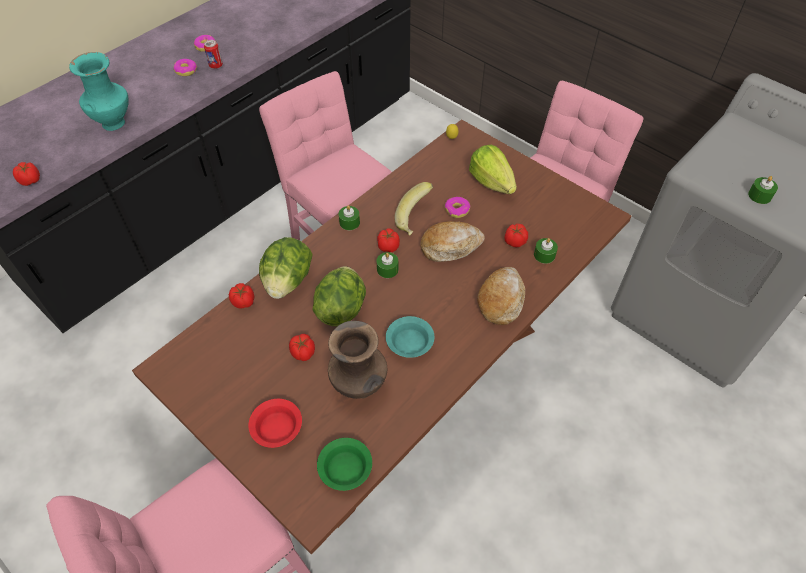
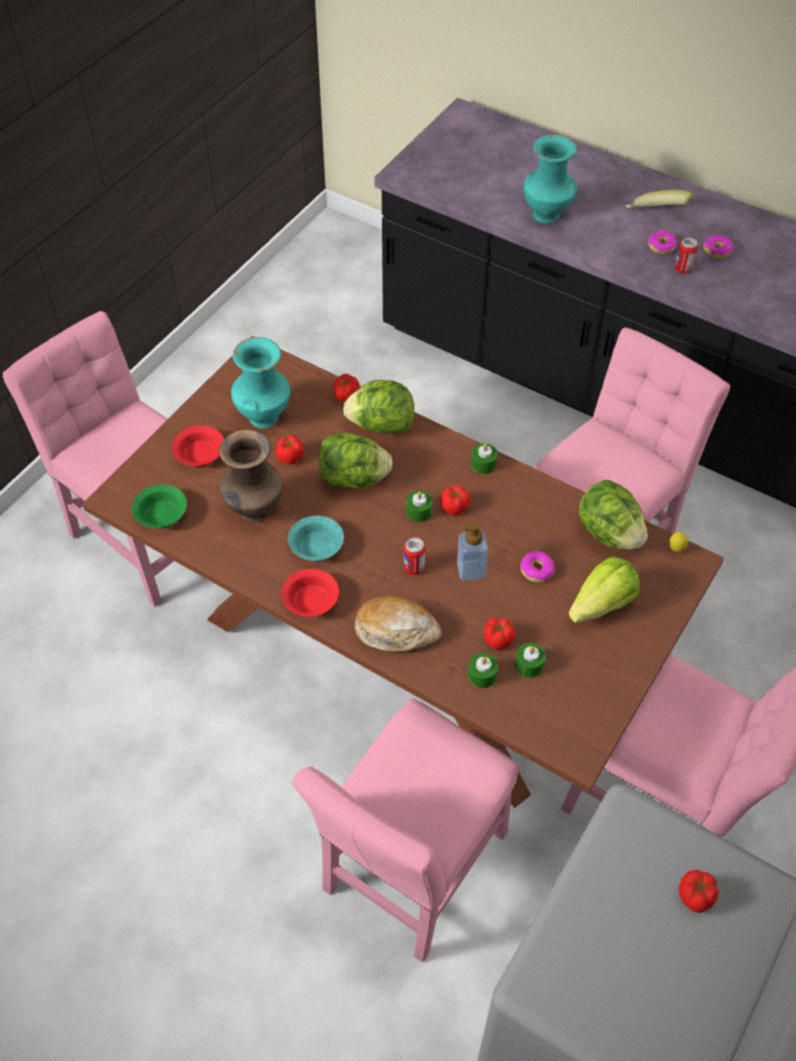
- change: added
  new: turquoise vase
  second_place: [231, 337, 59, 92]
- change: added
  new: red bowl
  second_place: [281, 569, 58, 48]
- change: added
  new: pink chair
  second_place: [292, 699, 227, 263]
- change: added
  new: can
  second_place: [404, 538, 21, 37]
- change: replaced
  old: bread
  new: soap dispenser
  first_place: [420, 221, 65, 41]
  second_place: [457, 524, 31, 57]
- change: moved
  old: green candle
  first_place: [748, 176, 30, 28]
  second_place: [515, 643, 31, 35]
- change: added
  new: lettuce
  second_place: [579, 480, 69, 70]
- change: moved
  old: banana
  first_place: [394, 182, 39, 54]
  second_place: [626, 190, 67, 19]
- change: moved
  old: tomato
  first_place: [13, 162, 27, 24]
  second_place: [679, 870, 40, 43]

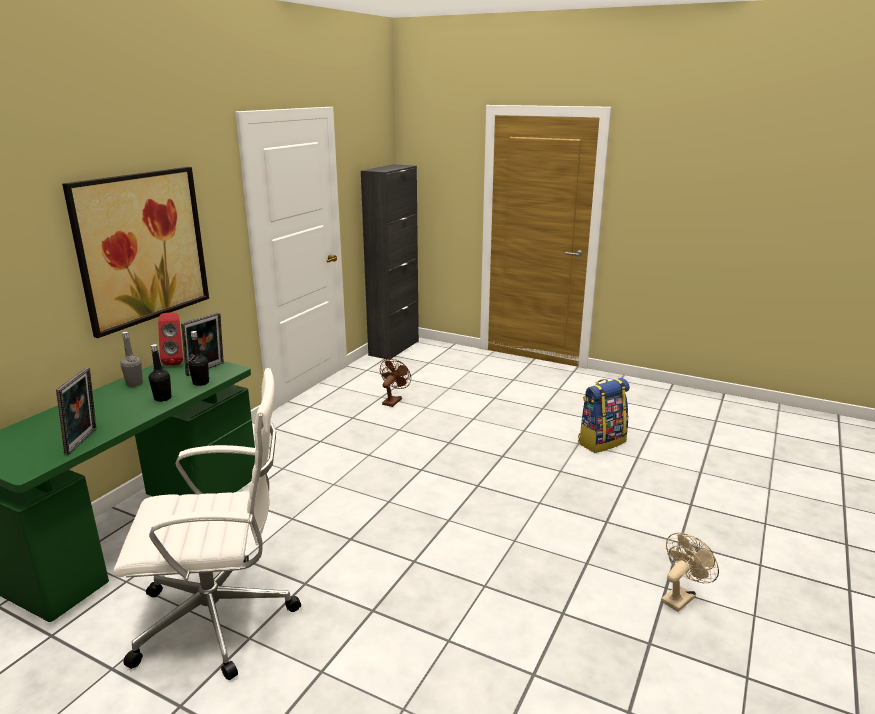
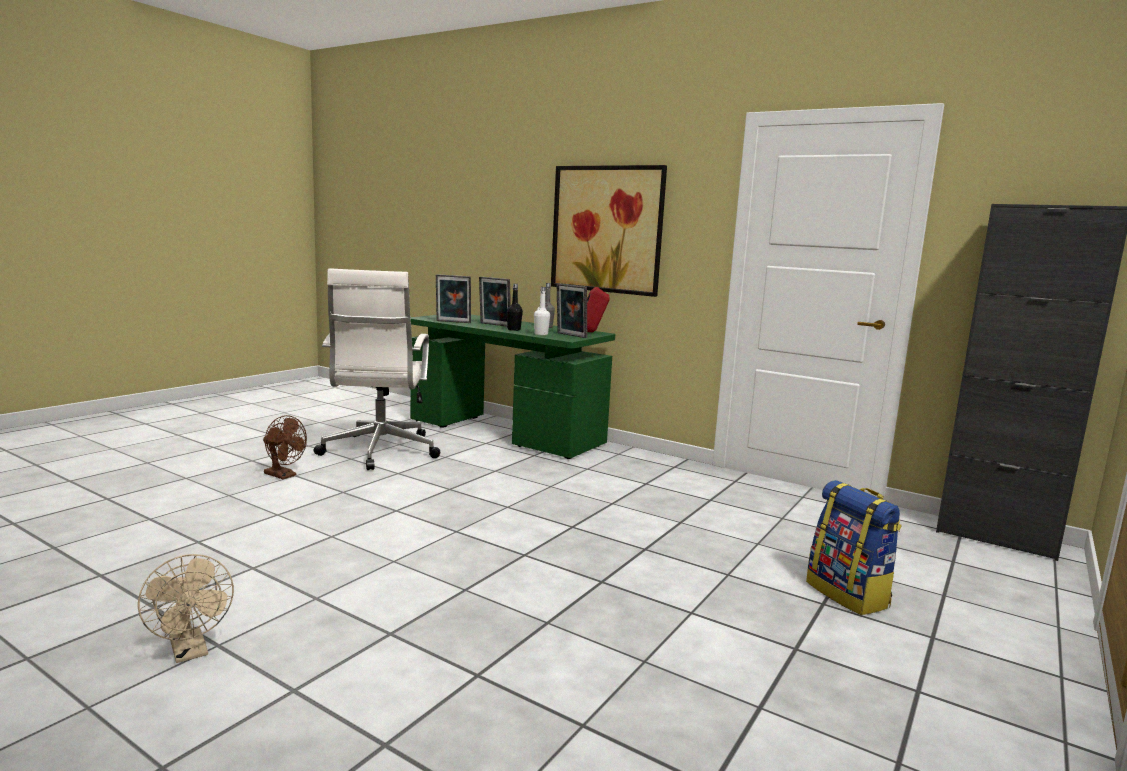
- change: moved
  old: brown fan
  first_place: [380, 359, 31, 48]
  second_place: [263, 415, 44, 64]
- change: added
  new: picture frame
  second_place: [479, 277, 32, 50]
- change: recoloured
  old: black bottle
  new: white bottle
  first_place: [188, 331, 21, 55]
  second_place: [534, 287, 16, 48]
- change: moved
  old: backpack
  first_place: [578, 378, 51, 75]
  second_place: [806, 480, 96, 135]

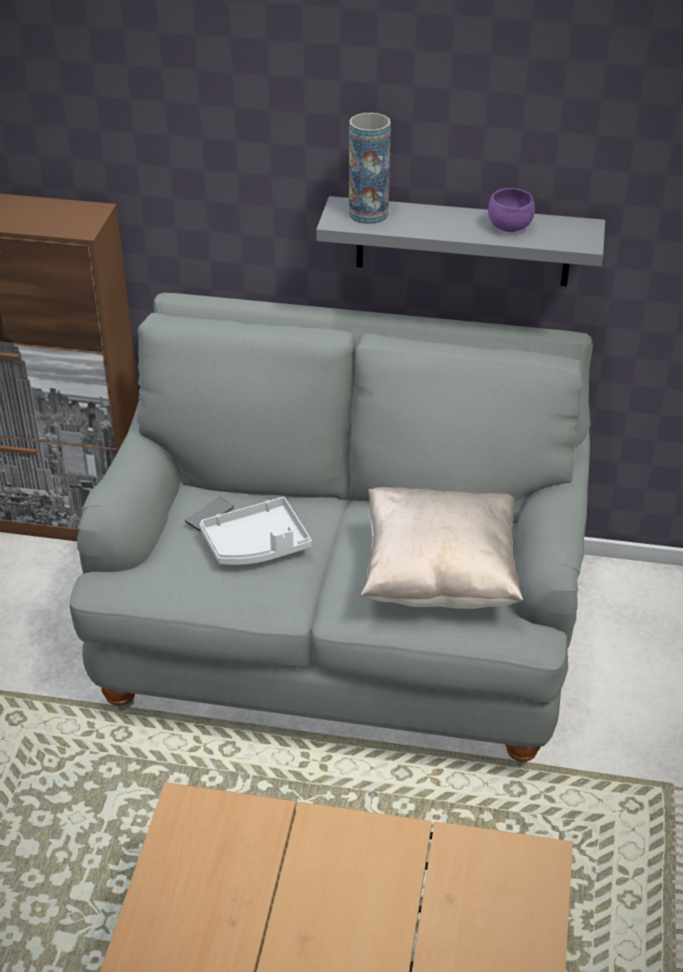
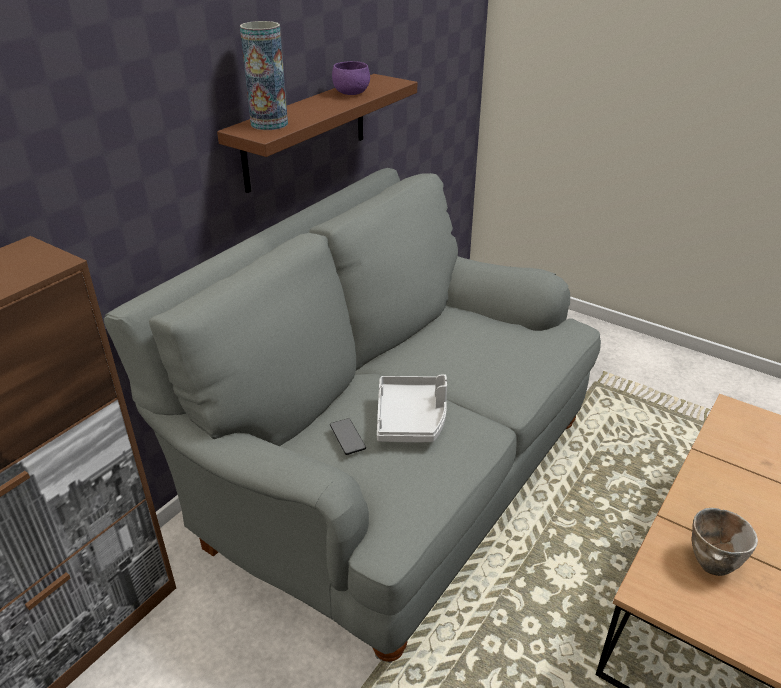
- change: recoloured
  old: grey shelf
  new: brown shelf
  first_place: [316, 196, 289, 90]
  second_place: [217, 74, 200, 119]
- change: added
  new: bowl
  second_place: [692, 508, 66, 68]
- change: removed
  old: beige pillow
  first_place: [360, 487, 163, 122]

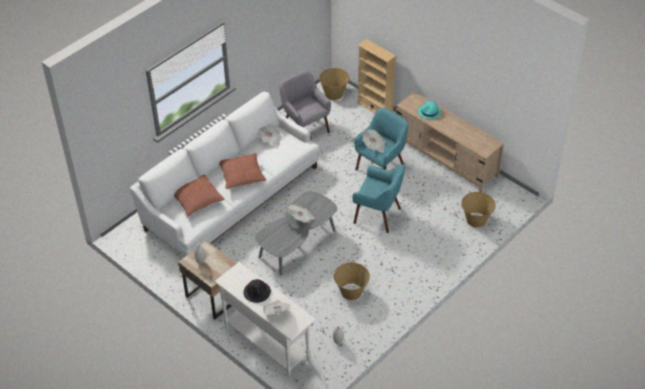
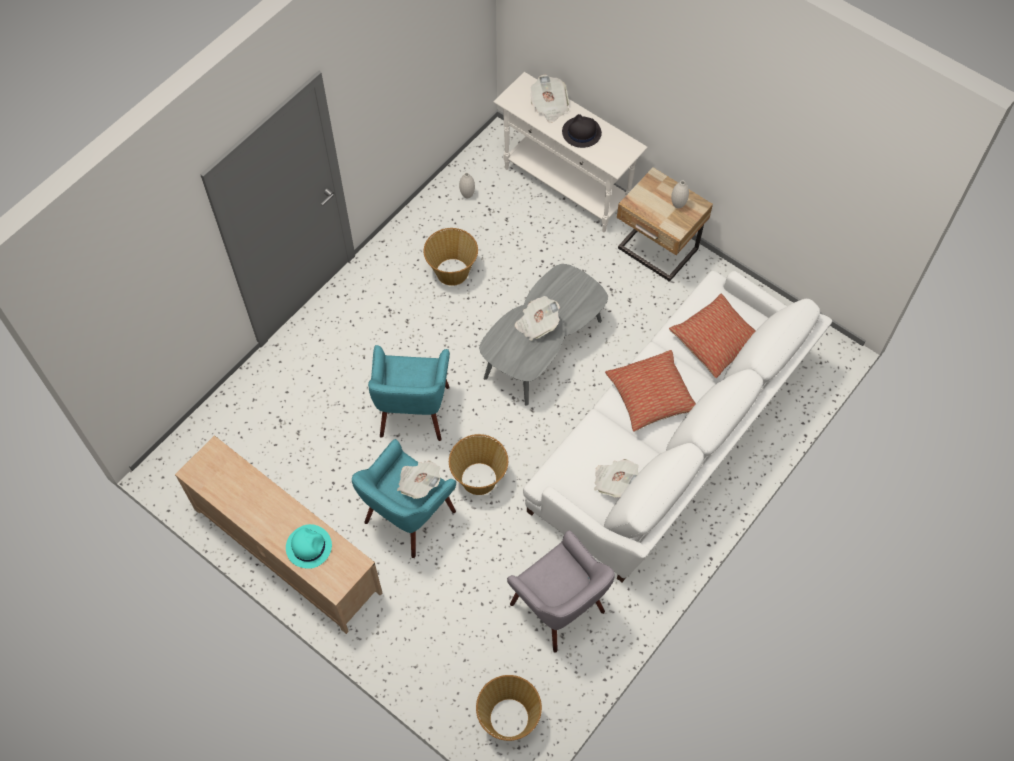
- change: turned
  old: turquoise armchair
  first_place: [352, 164, 53, 69]
  second_place: [368, 345, 82, 96]
  degrees: -105
- change: moved
  old: basket
  first_place: [461, 192, 35, 35]
  second_place: [449, 434, 59, 61]
- change: removed
  old: beige bookcase
  first_place: [357, 39, 39, 74]

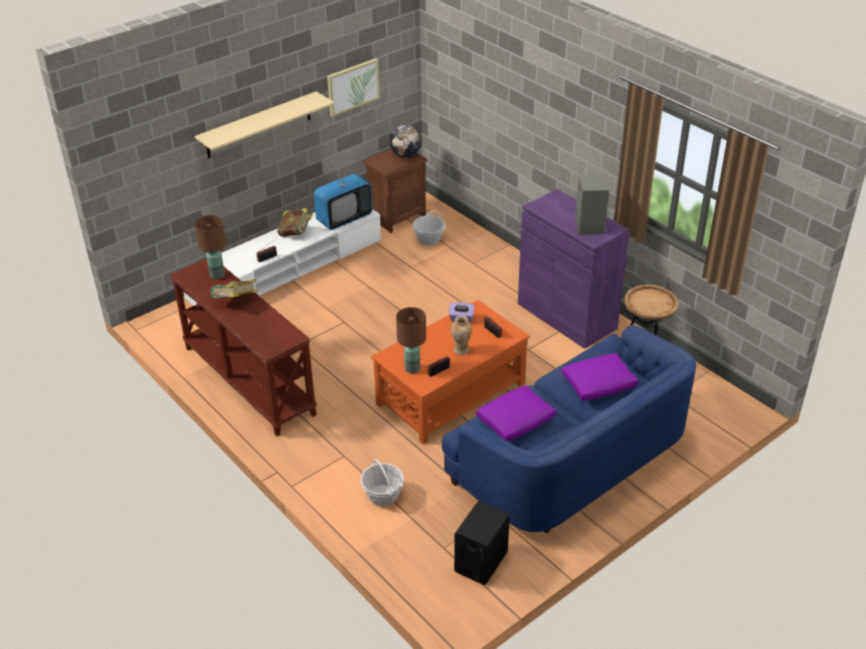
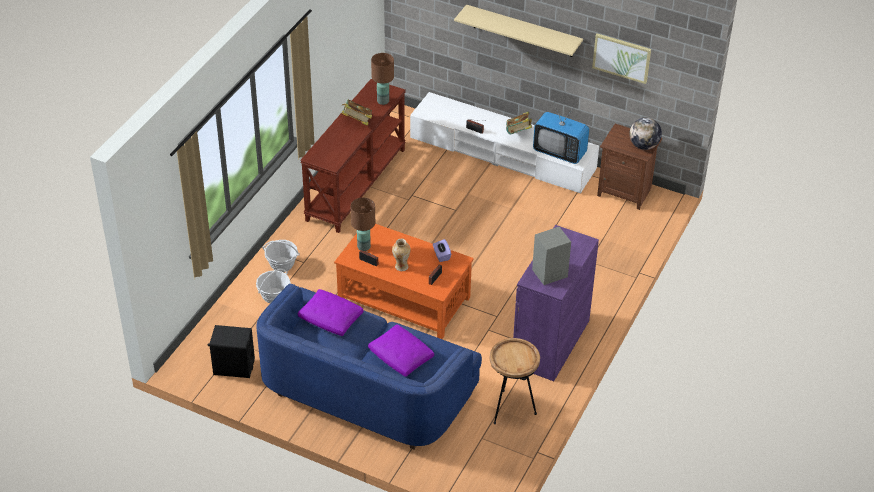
- change: moved
  old: basket
  first_place: [413, 210, 33, 36]
  second_place: [262, 240, 38, 32]

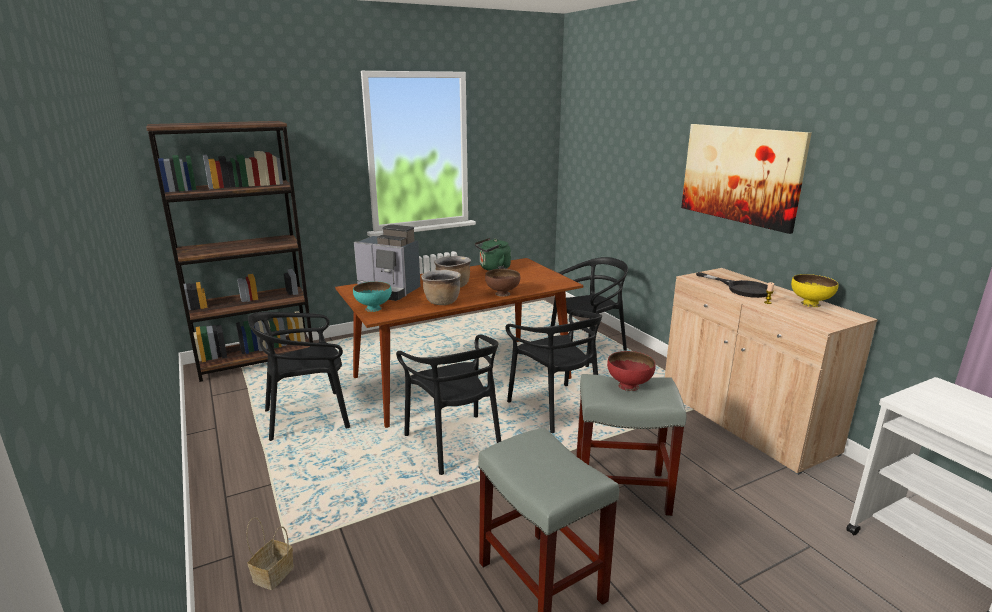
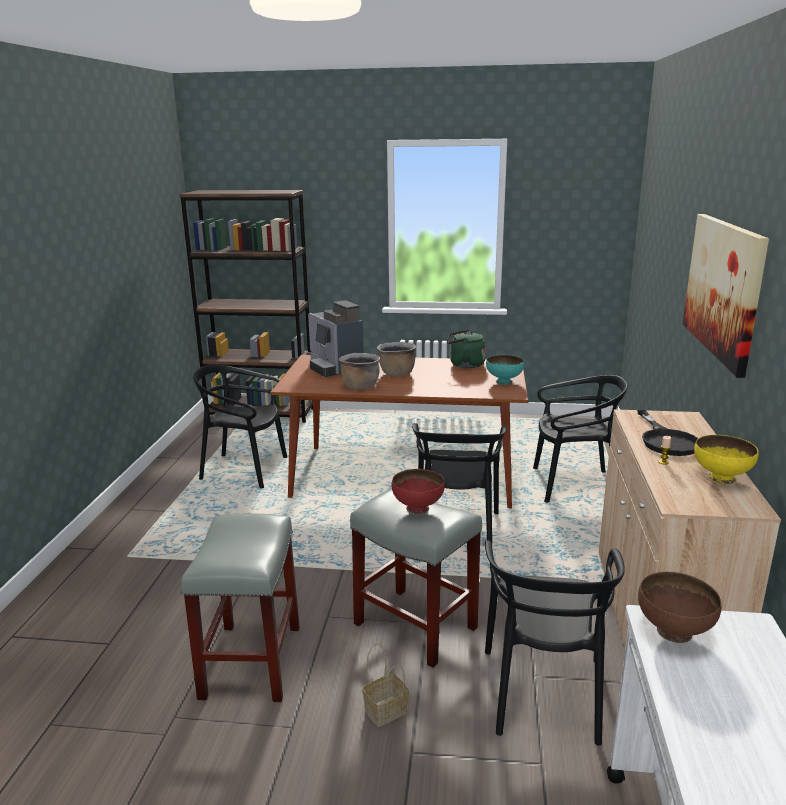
- change: moved
  old: basket
  first_place: [246, 517, 48, 73]
  second_place: [362, 643, 47, 84]
- change: moved
  old: black chair
  first_place: [396, 335, 105, 140]
  second_place: [485, 540, 140, 206]
- change: moved
  old: turquoise bowl
  first_place: [353, 281, 39, 31]
  second_place: [486, 355, 38, 30]
- change: moved
  old: brown bowl
  first_place: [485, 269, 35, 28]
  second_place: [638, 572, 83, 71]

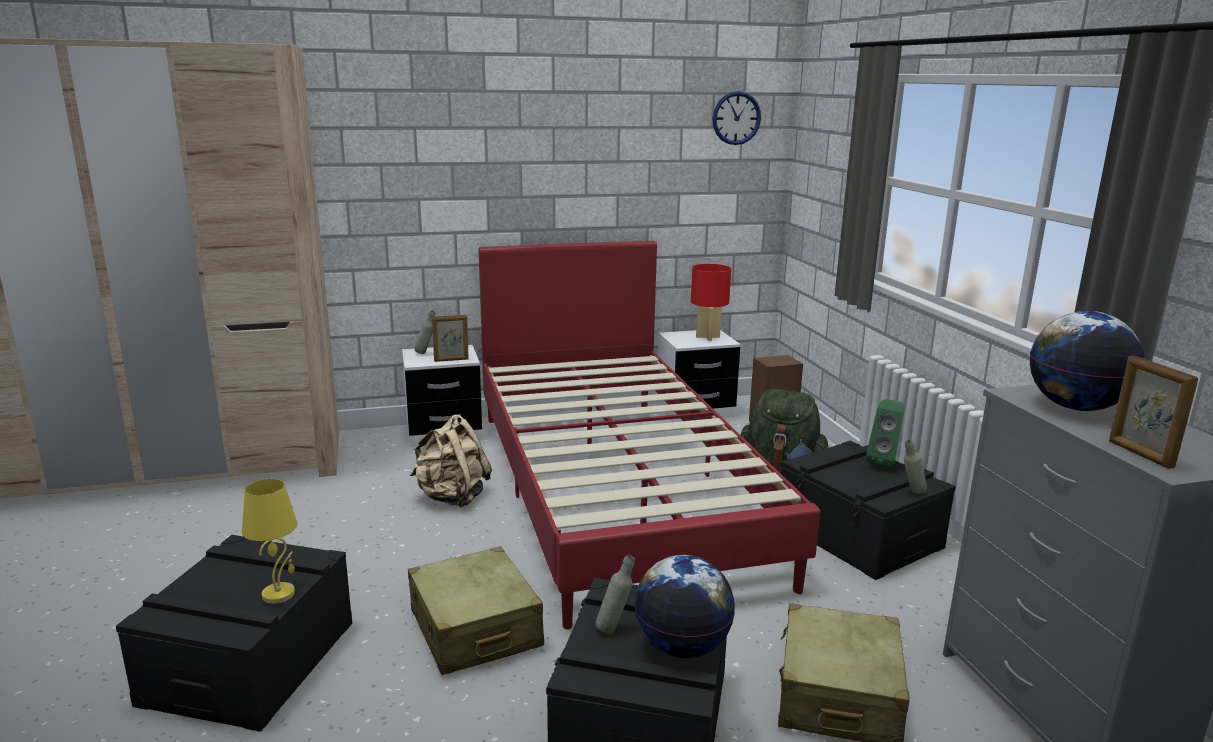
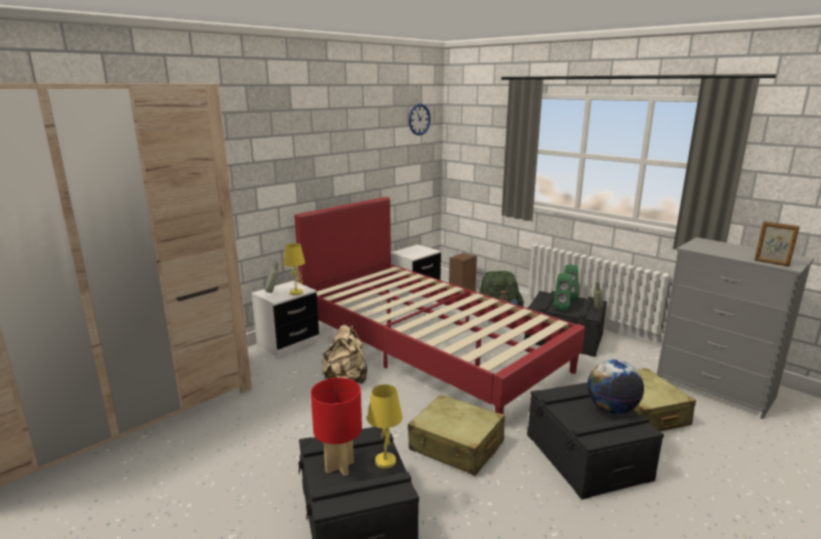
- change: replaced
  old: picture frame
  new: yellow table lamp
  first_place: [432, 315, 37, 47]
  second_place: [284, 243, 21, 52]
- change: moved
  old: red table lamp
  first_place: [691, 264, 40, 77]
  second_place: [311, 378, 51, 98]
- change: added
  new: green speaker
  second_place: [553, 273, 19, 38]
- change: removed
  old: grey bottle
  first_place: [596, 555, 39, 79]
- change: removed
  old: globe
  first_place: [1030, 311, 114, 100]

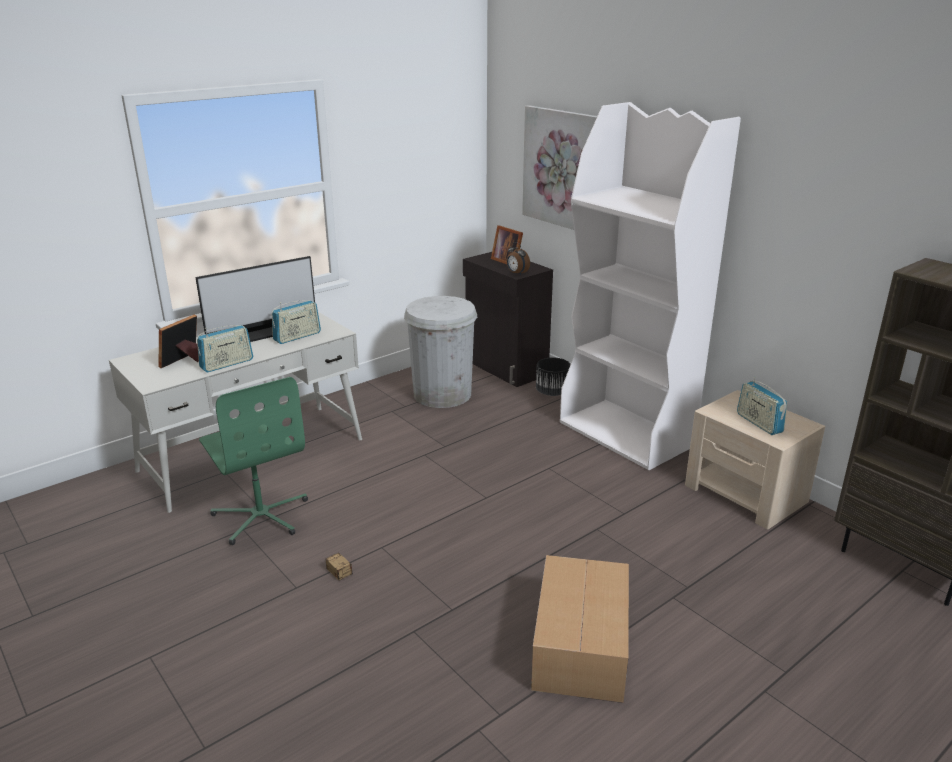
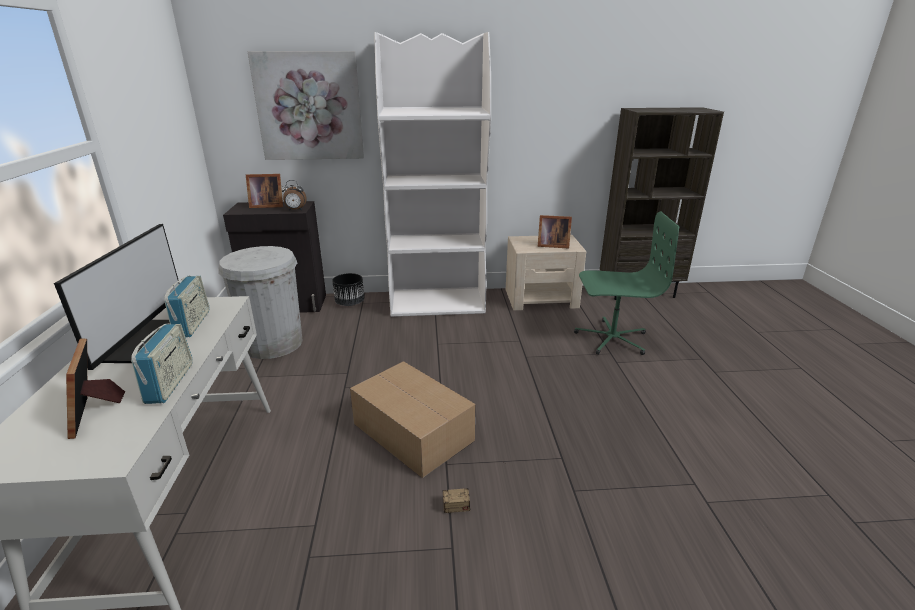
- change: moved
  old: cardboard box
  first_place: [531, 555, 98, 148]
  second_place: [350, 361, 126, 117]
- change: replaced
  old: radio
  new: picture frame
  first_place: [737, 377, 50, 58]
  second_place: [538, 215, 34, 33]
- change: moved
  old: green office chair
  first_place: [199, 377, 109, 168]
  second_place: [574, 212, 105, 143]

